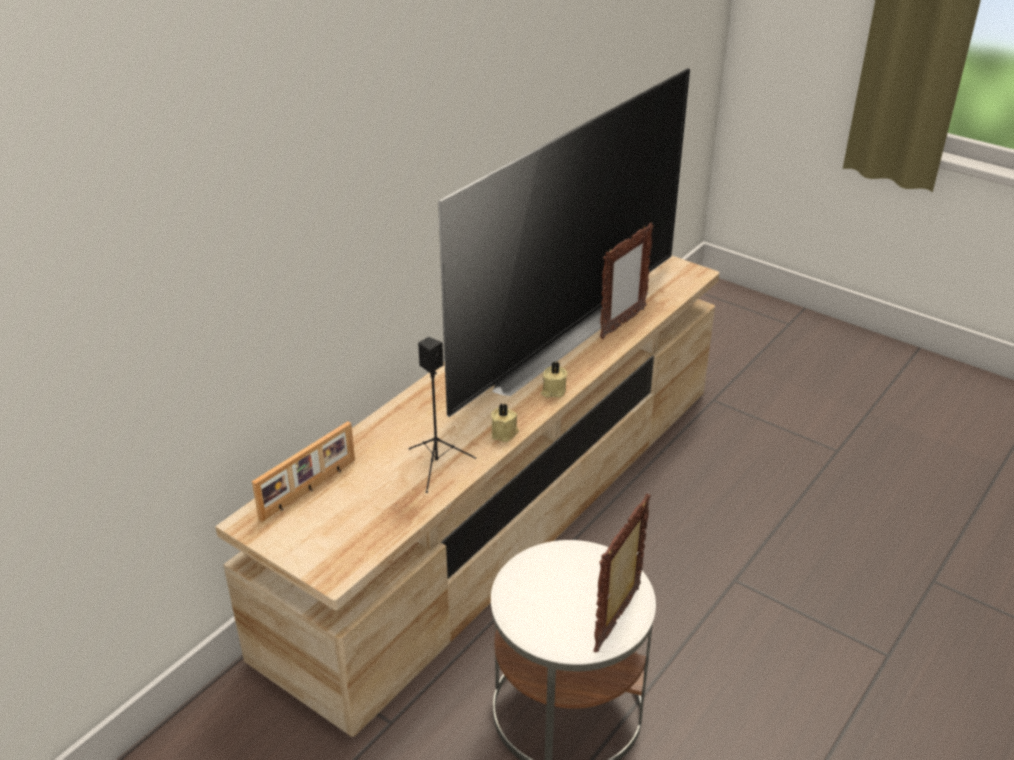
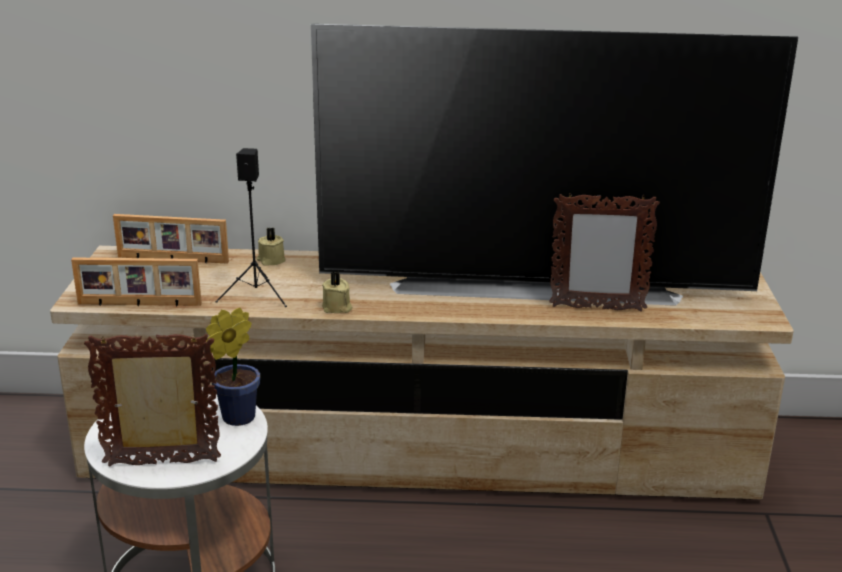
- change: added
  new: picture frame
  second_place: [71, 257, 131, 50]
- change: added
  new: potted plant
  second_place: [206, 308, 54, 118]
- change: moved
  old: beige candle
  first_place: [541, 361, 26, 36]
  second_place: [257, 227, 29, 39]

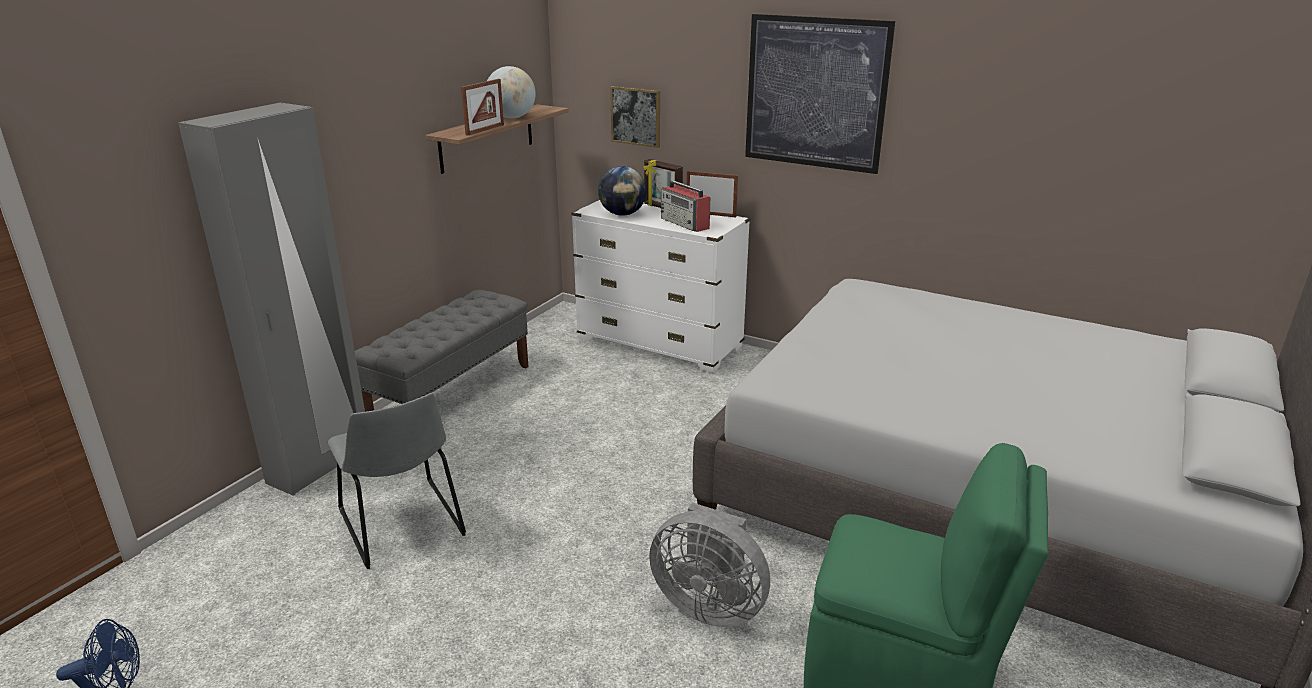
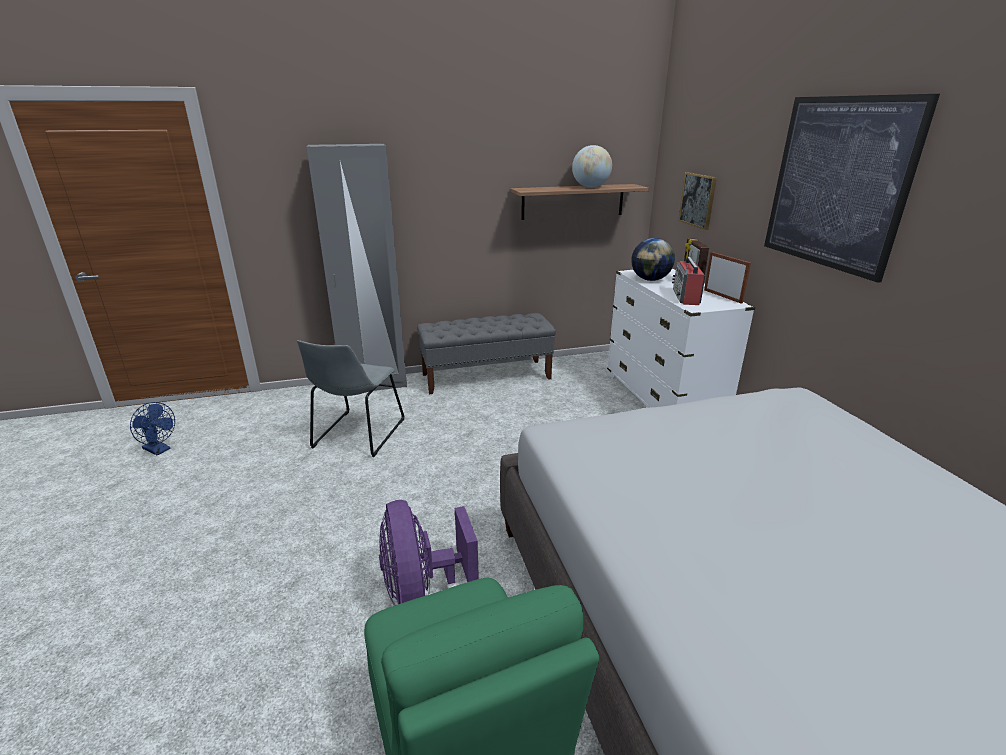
- change: recoloured
  old: grey fan
  new: purple fan
  first_place: [649, 503, 121, 124]
  second_place: [379, 500, 100, 105]
- change: removed
  old: picture frame
  first_place: [461, 79, 43, 57]

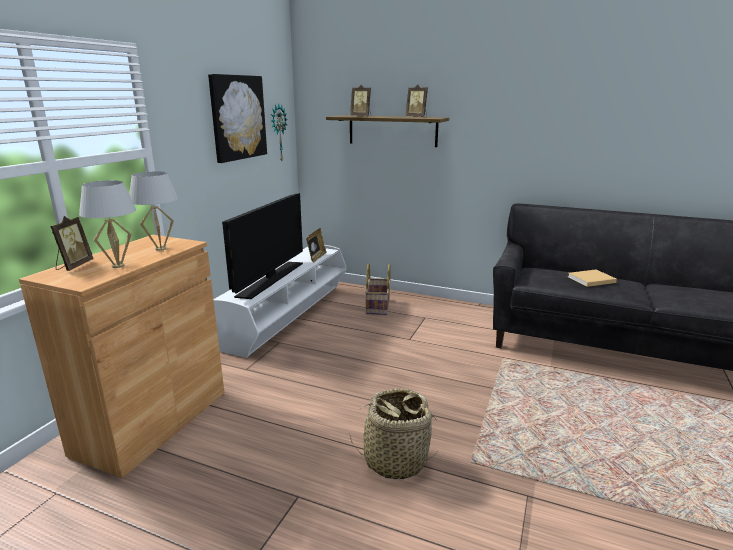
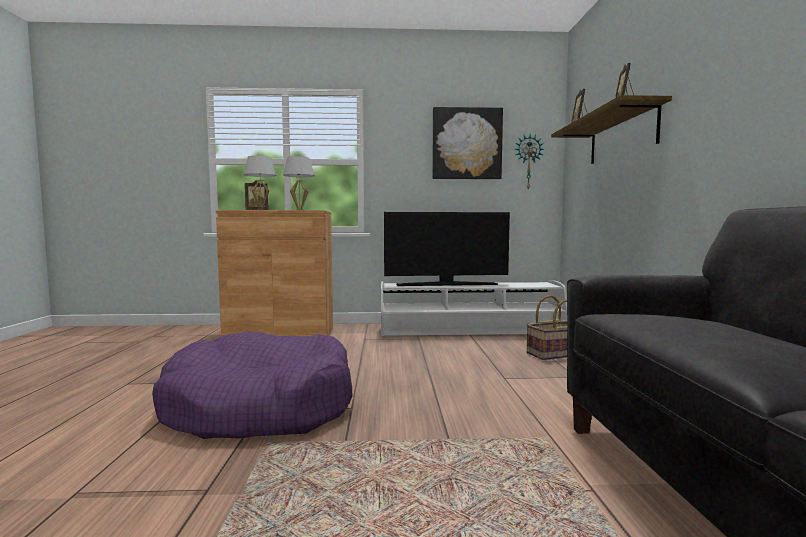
- change: replaced
  old: basket
  new: purple dog bed
  first_place: [349, 388, 88, 91]
  second_place: [152, 332, 200, 107]
- change: removed
  old: picture frame
  first_place: [306, 228, 21, 34]
- change: removed
  old: beige book
  first_place: [568, 270, 49, 17]

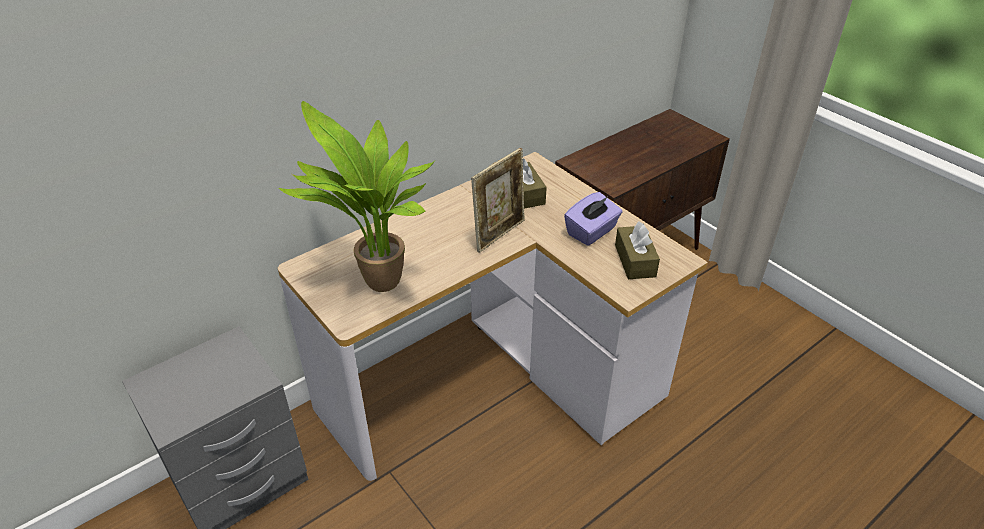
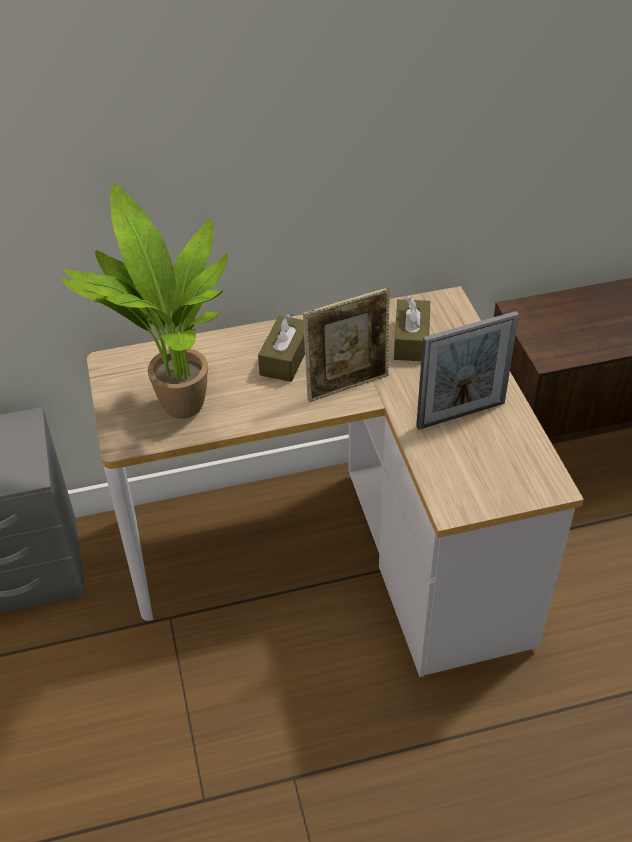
- change: moved
  old: brown tissue box
  first_place: [615, 221, 45, 58]
  second_place: [258, 313, 47, 69]
- change: replaced
  old: purple tissue box
  new: picture frame
  first_place: [564, 192, 58, 54]
  second_place: [416, 311, 103, 119]

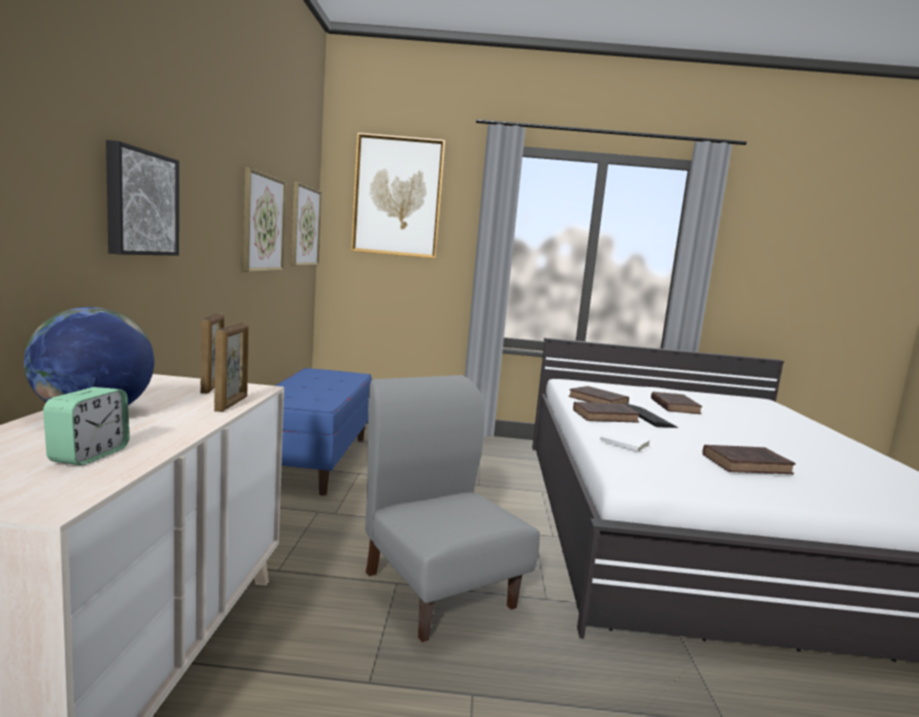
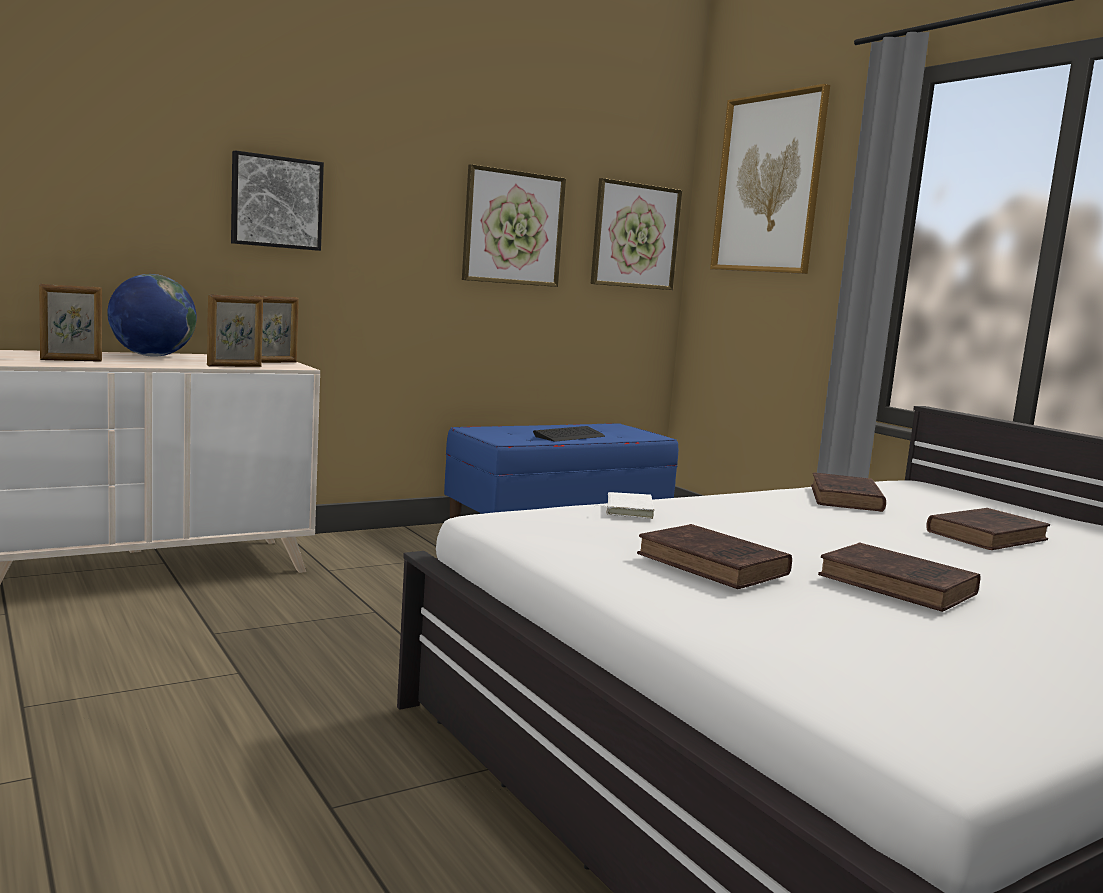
- change: replaced
  old: alarm clock
  new: picture frame
  first_place: [43, 387, 87, 79]
  second_place: [39, 284, 63, 77]
- change: moved
  old: keyboard
  first_place: [624, 403, 54, 25]
  second_place: [533, 426, 72, 16]
- change: moved
  old: brown book
  first_place: [573, 402, 67, 21]
  second_place: [818, 542, 162, 70]
- change: removed
  old: grey chair
  first_place: [365, 375, 175, 267]

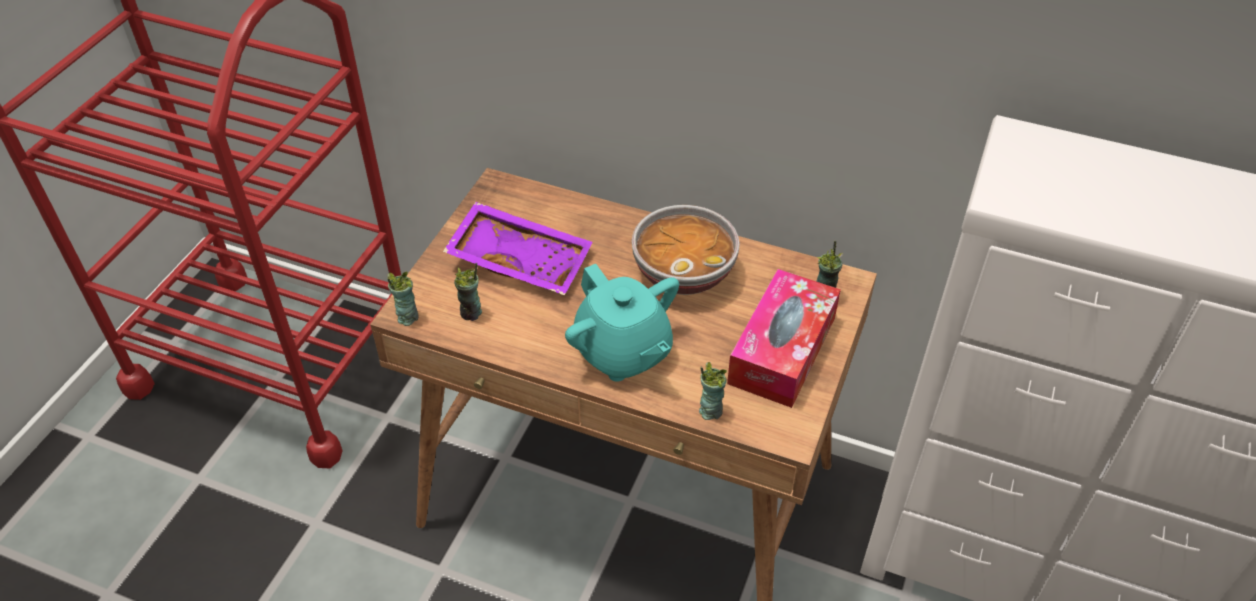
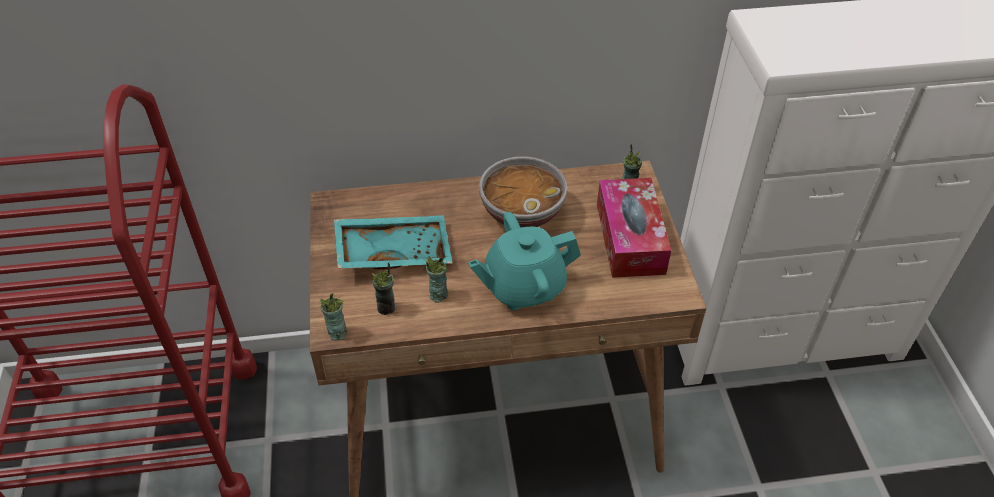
- change: recoloured
  old: purple tray
  new: turquoise tray
  first_place: [443, 202, 150, 94]
  second_place: [334, 215, 119, 54]
- change: moved
  old: cup
  first_place: [699, 362, 28, 58]
  second_place: [426, 256, 22, 47]
- change: turned
  old: turquoise teapot
  first_place: [565, 264, 114, 118]
  second_place: [468, 212, 113, 98]
  degrees: 135

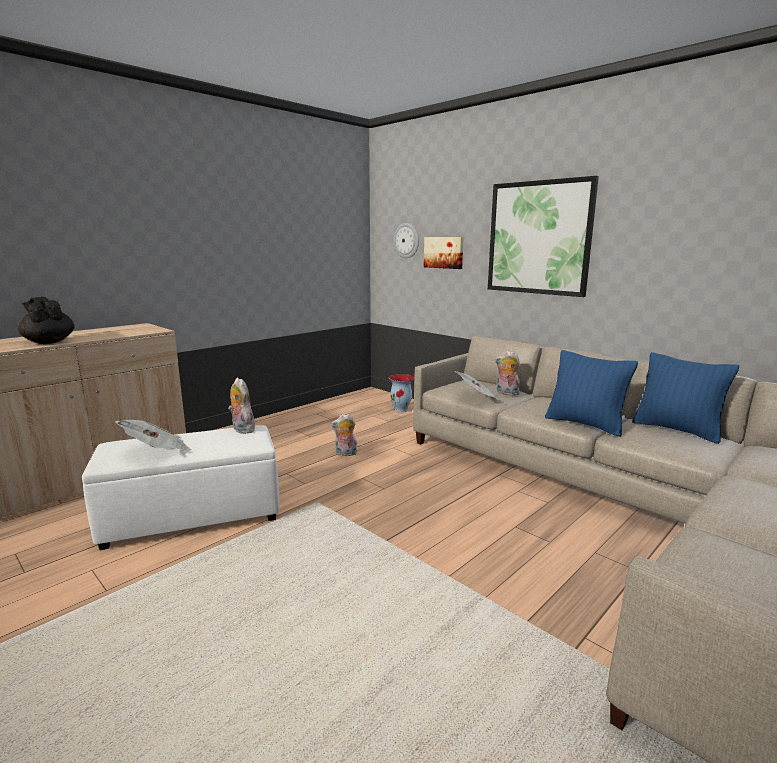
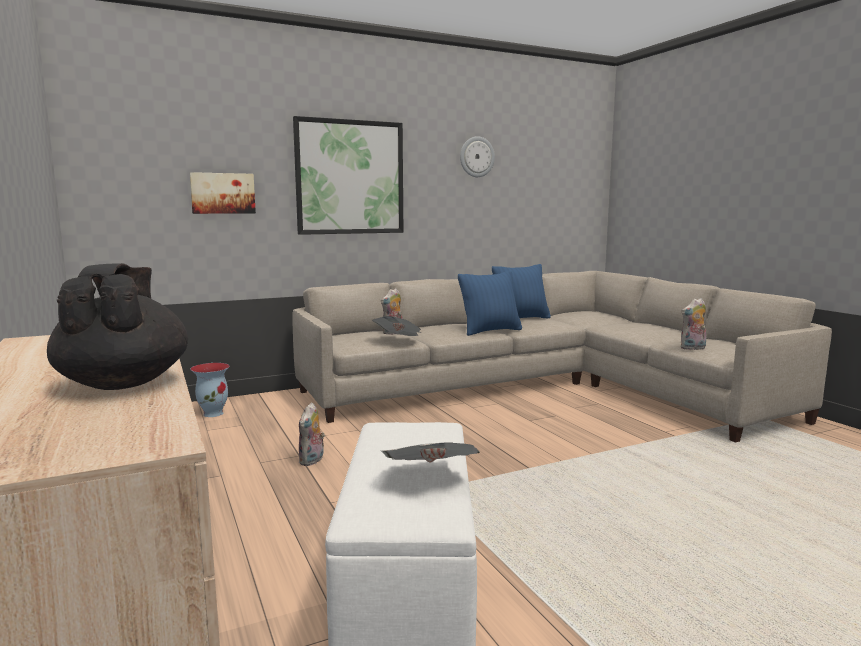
- change: turned
  old: black teapot
  first_place: [18, 297, 57, 47]
  second_place: [47, 263, 141, 127]
  degrees: 105
- change: moved
  old: wall clock
  first_place: [394, 223, 25, 35]
  second_place: [460, 136, 35, 41]
- change: moved
  old: plush toy
  first_place: [228, 378, 27, 56]
  second_place: [681, 298, 25, 52]

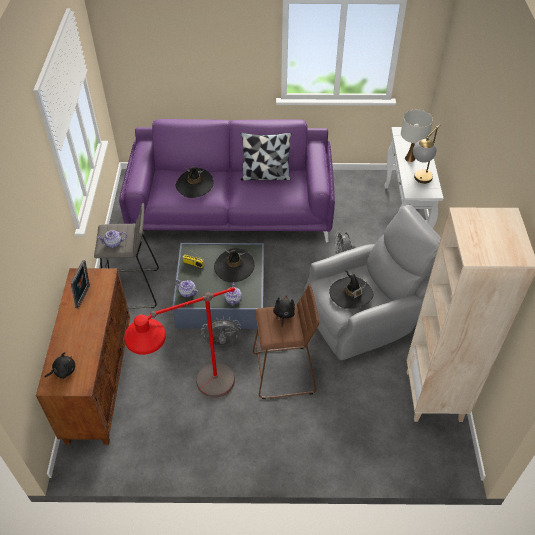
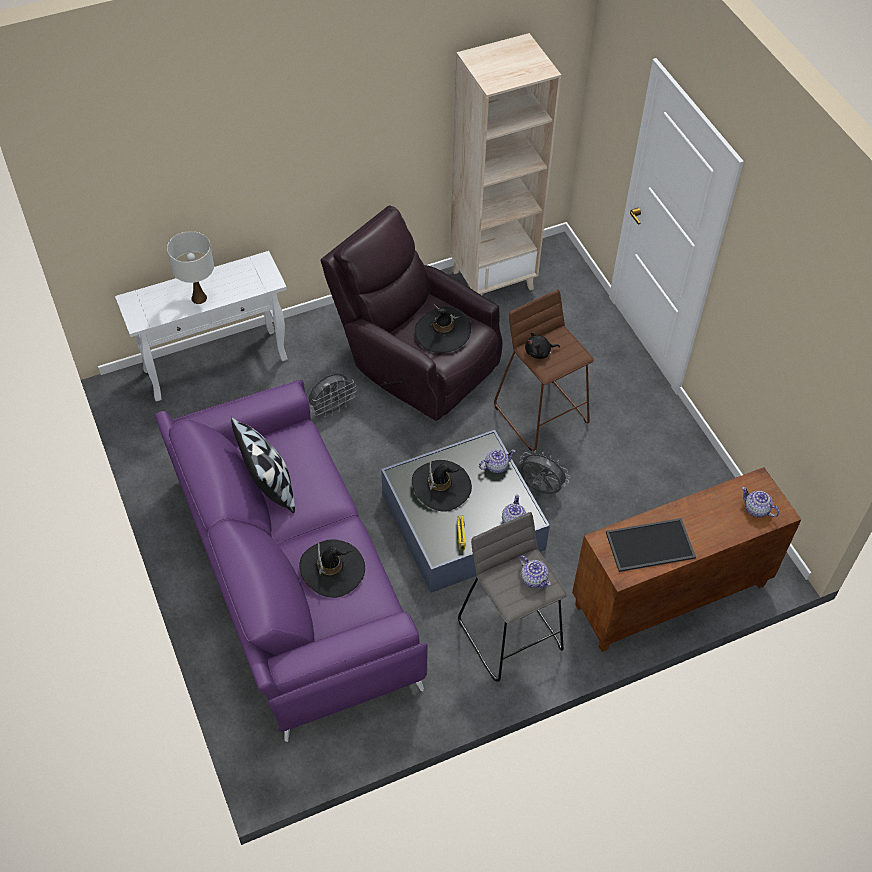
- change: recoloured
  old: grey armchair
  new: brown armchair
  first_place: [304, 205, 137, 155]
  second_place: [321, 206, 181, 214]
- change: turned
  old: grey fan
  first_place: [201, 317, 40, 29]
  second_place: [518, 450, 52, 44]
  degrees: 150
- change: replaced
  old: picture frame
  new: tray
  first_place: [70, 260, 20, 48]
  second_place: [606, 518, 90, 54]
- change: replaced
  old: black plush toy
  new: teapot
  first_place: [45, 352, 30, 27]
  second_place: [742, 487, 37, 30]
- change: removed
  old: red floor lamp
  first_place: [124, 287, 111, 111]
- change: removed
  old: table lamp
  first_place: [413, 125, 27, 59]

